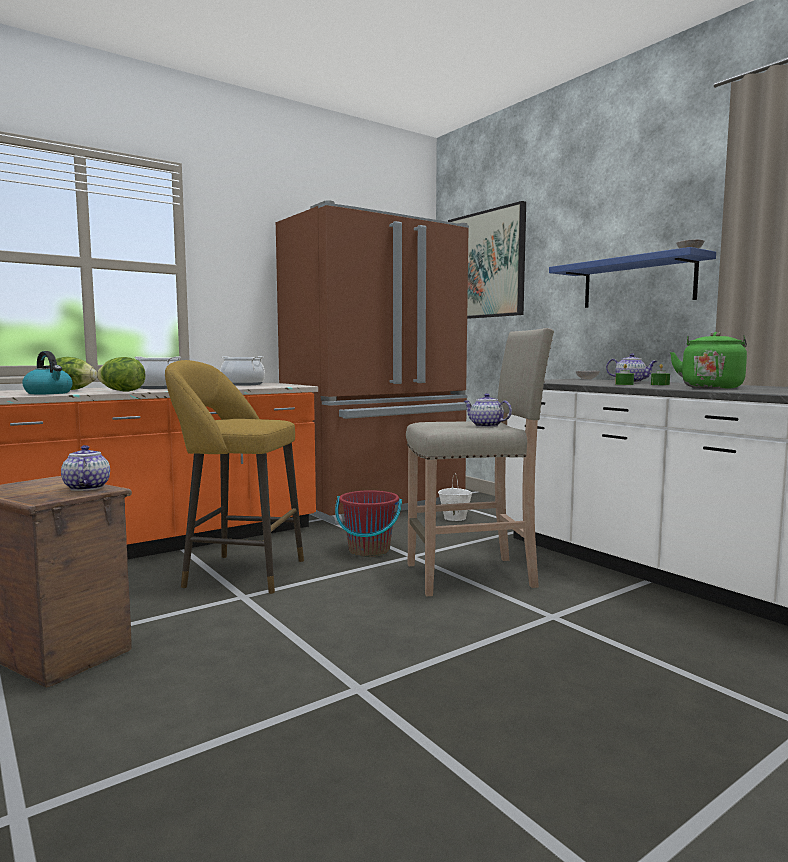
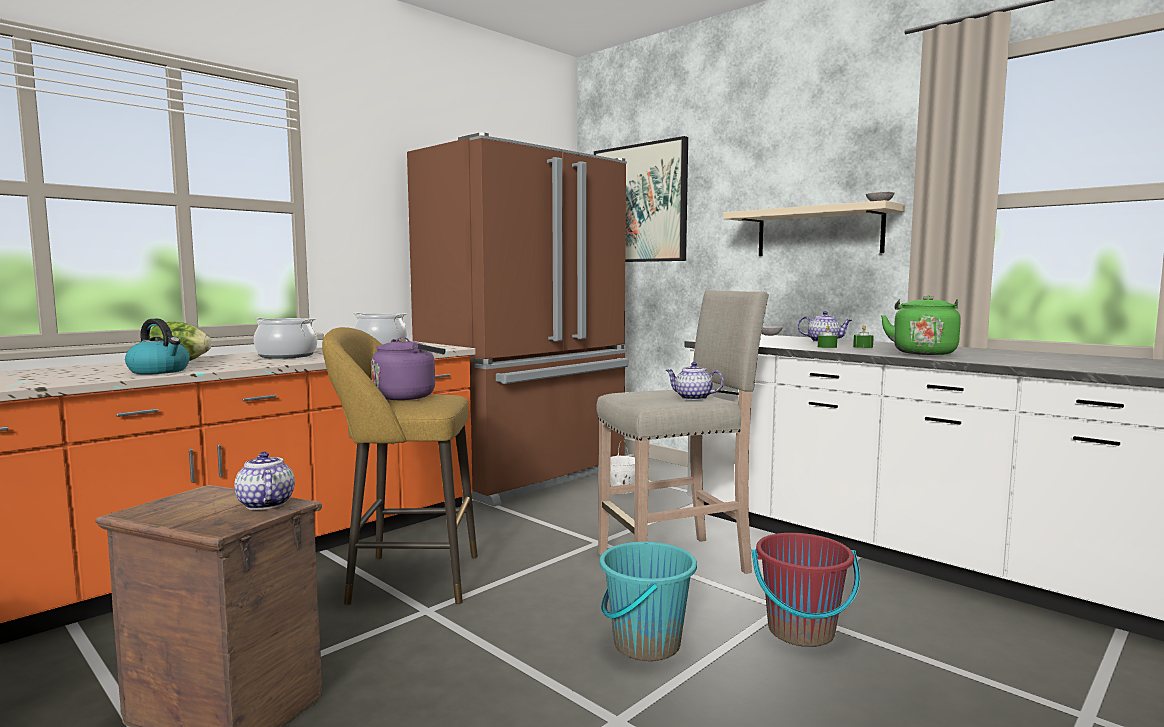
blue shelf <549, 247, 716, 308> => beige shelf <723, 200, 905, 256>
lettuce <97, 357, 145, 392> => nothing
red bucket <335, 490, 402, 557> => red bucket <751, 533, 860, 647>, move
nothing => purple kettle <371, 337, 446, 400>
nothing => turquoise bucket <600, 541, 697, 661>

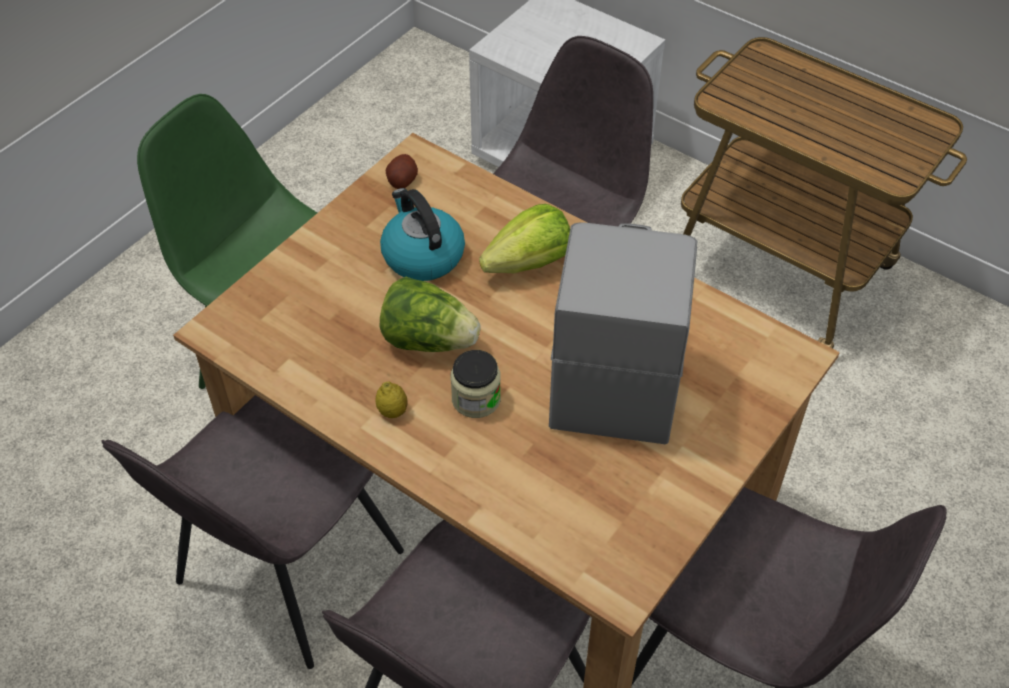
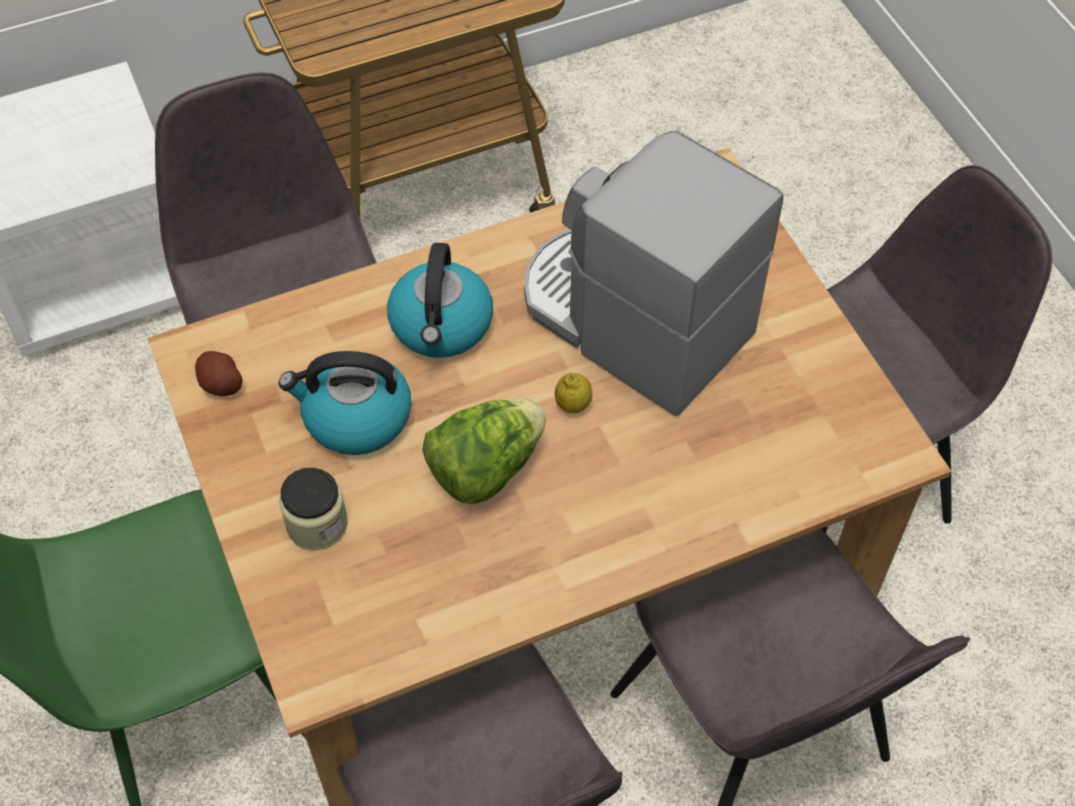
lettuce <479, 204, 570, 273> => kettle <387, 243, 493, 358>
jar <451, 350, 501, 418> => jar <280, 467, 348, 550>, move
lemon <375, 382, 408, 418> => lemon <555, 373, 592, 413>, move

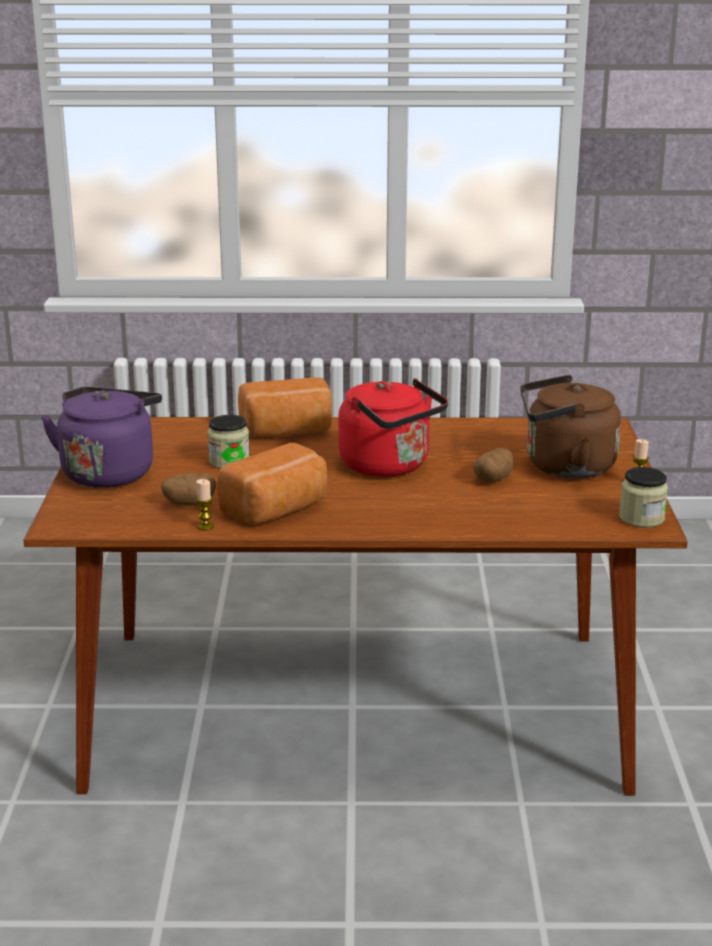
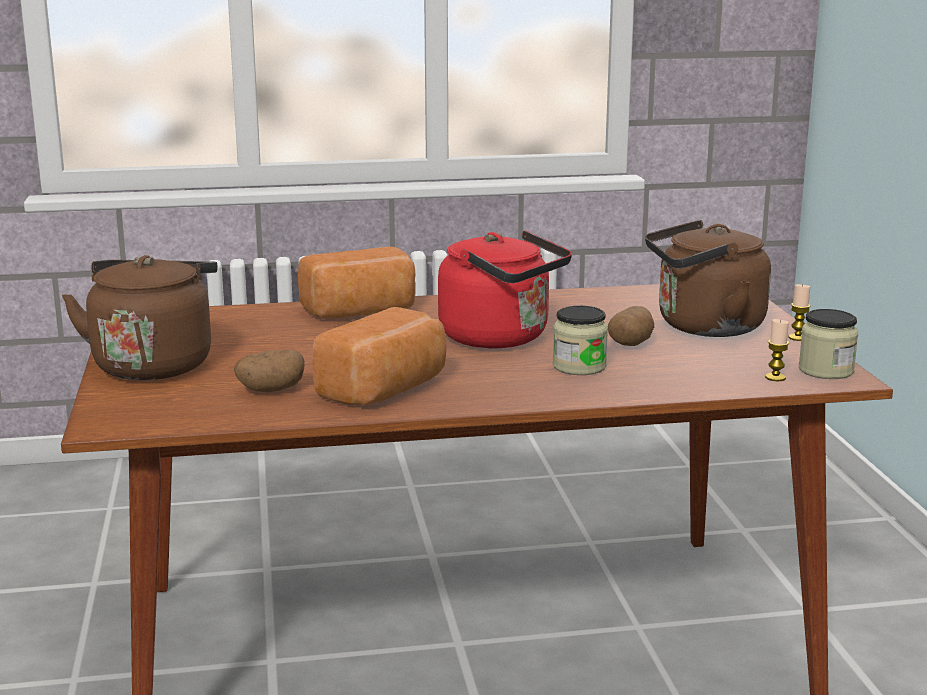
purple kettle <41, 387, 162, 488> => brown kettle <62, 255, 218, 380>
jar <207, 415, 250, 469> => jar <553, 306, 608, 375>, move
candle <196, 479, 214, 530> => candle <765, 319, 789, 381>, move

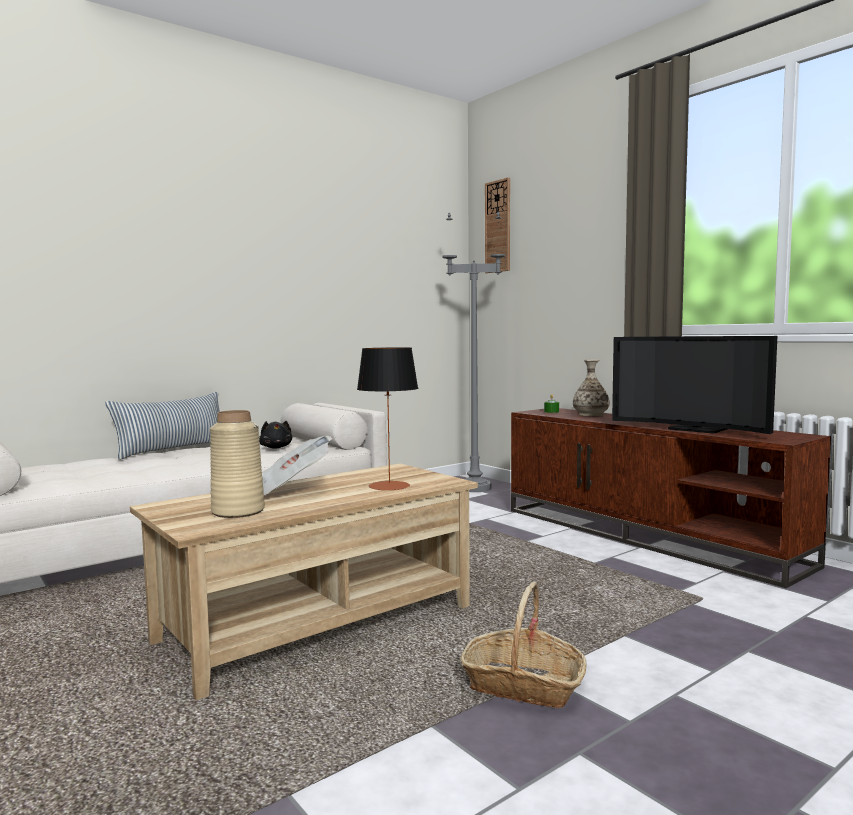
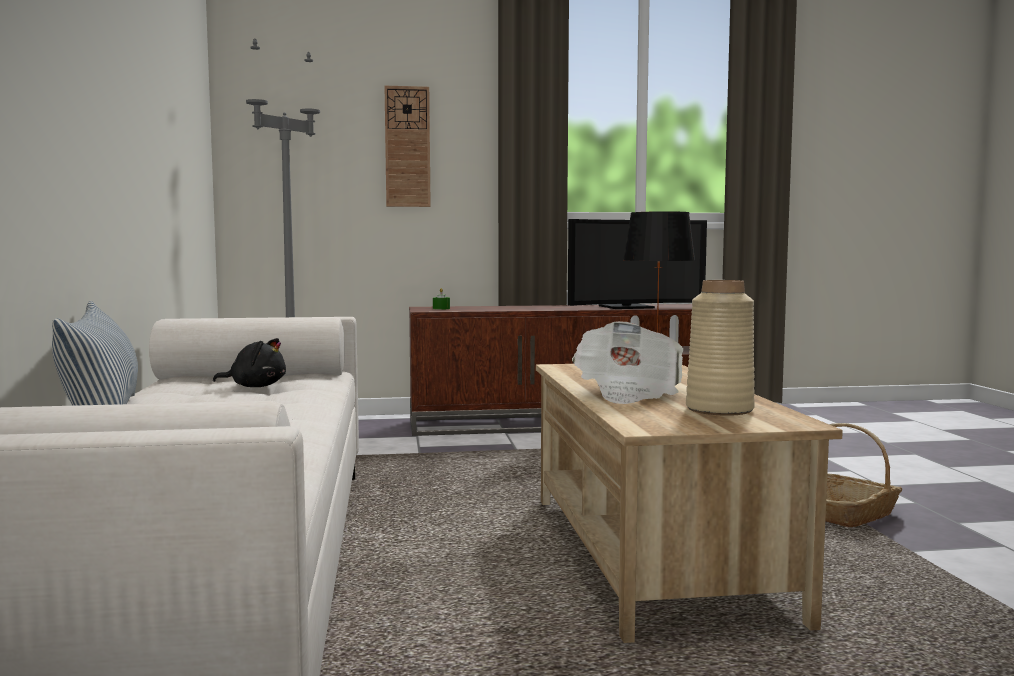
wall clock <485, 177, 510, 273> => wall clock <384, 86, 431, 207>, move
vase <573, 359, 610, 416> => nothing

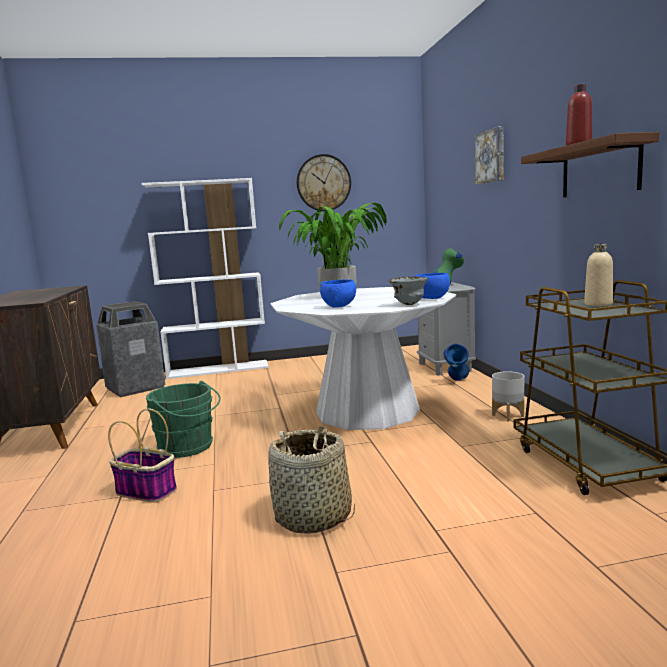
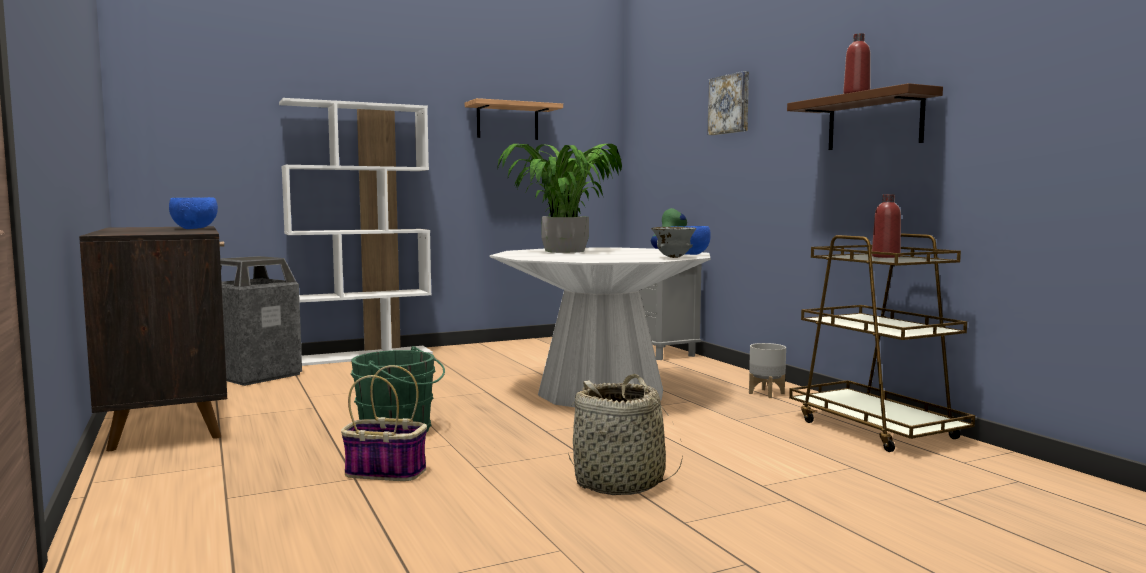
wall clock <297, 154, 351, 211> => shelf <465, 98, 563, 140>
beige bottle <584, 244, 613, 306> => red bottle <872, 194, 901, 258>
blue bowl <320, 279, 356, 308> => blue bowl <169, 197, 218, 229>, move
blue vase <443, 344, 469, 381> => nothing

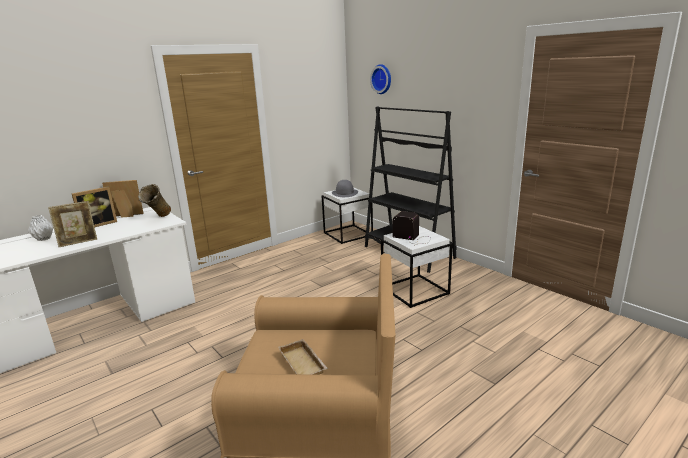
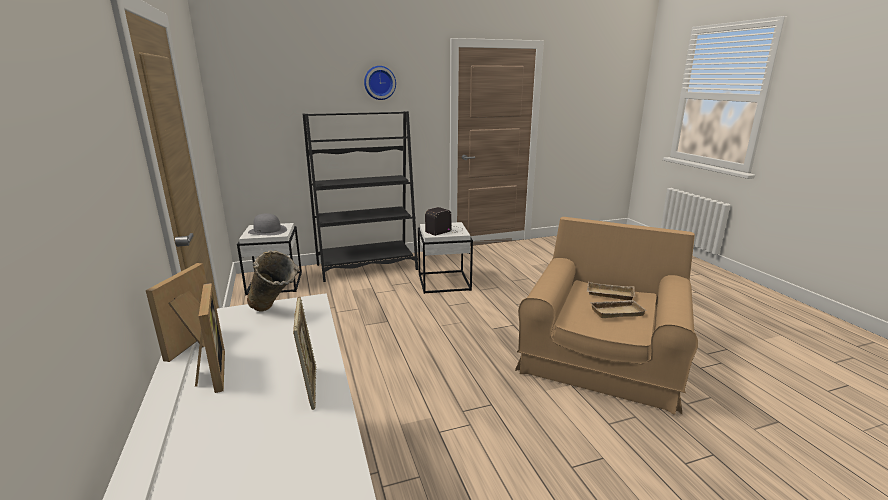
wall clock <370, 64, 391, 94> => wall clock <364, 66, 396, 100>, move
white vase <28, 215, 53, 241> => nothing
nothing => beige tray <587, 282, 635, 300>

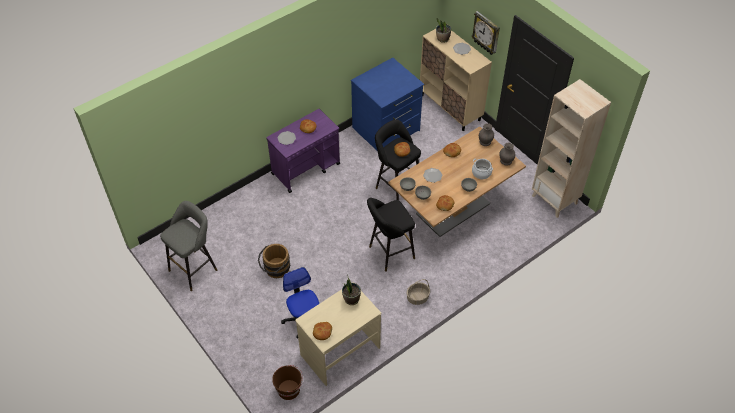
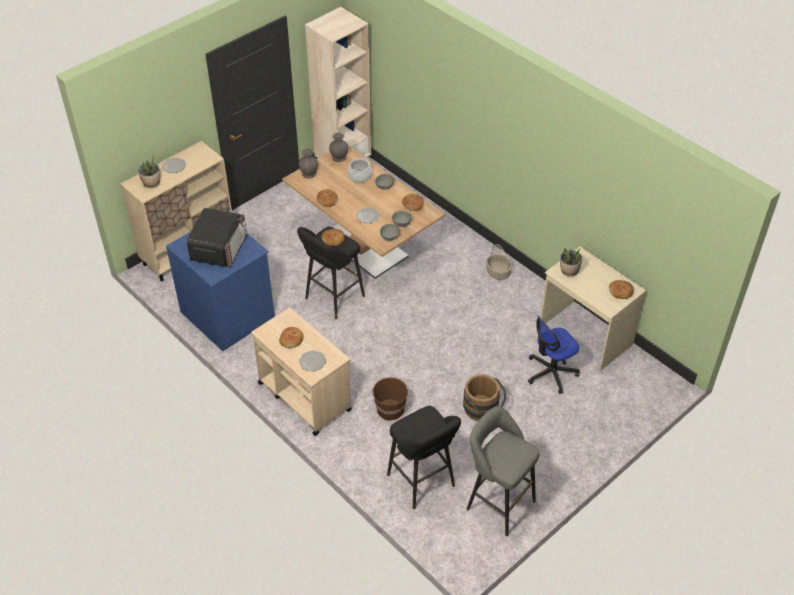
wall clock <471, 11, 500, 55> => nothing
purple cart <266, 109, 340, 193> => beige cart <251, 307, 352, 436>
black stool <367, 198, 415, 272> => black stool <387, 406, 461, 509>, move
brown bucket <272, 365, 303, 400> => brown bucket <372, 377, 408, 421>, move
nothing => microwave <186, 208, 247, 268>

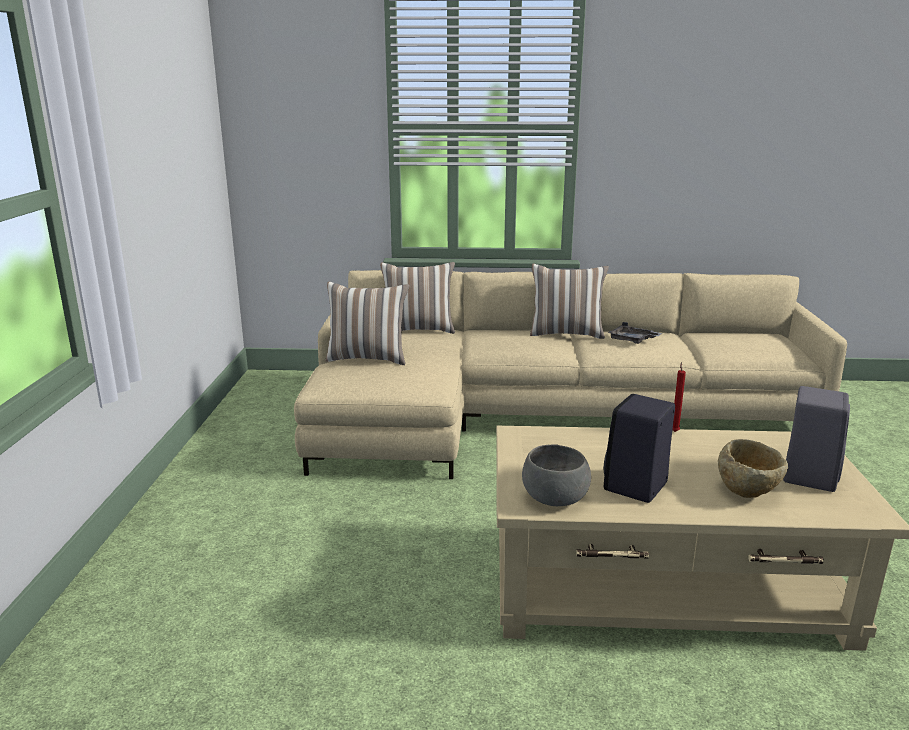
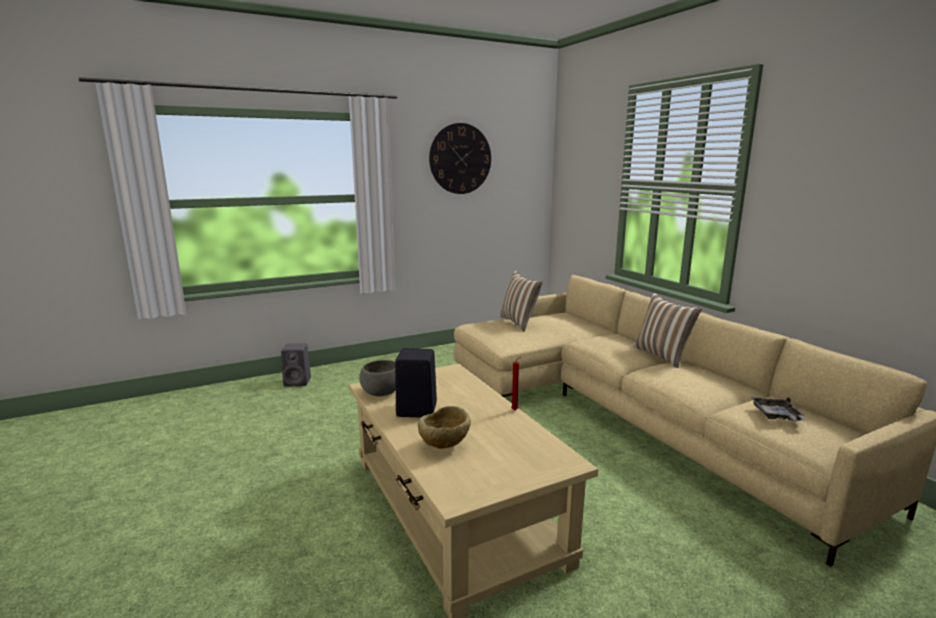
pillow <380, 262, 455, 334> => nothing
grey tray <608, 322, 662, 344> => grey tray <751, 397, 806, 421>, move
grey speaker <783, 386, 850, 492> => grey speaker <281, 343, 311, 387>, move
nothing => wall clock <429, 123, 491, 194>

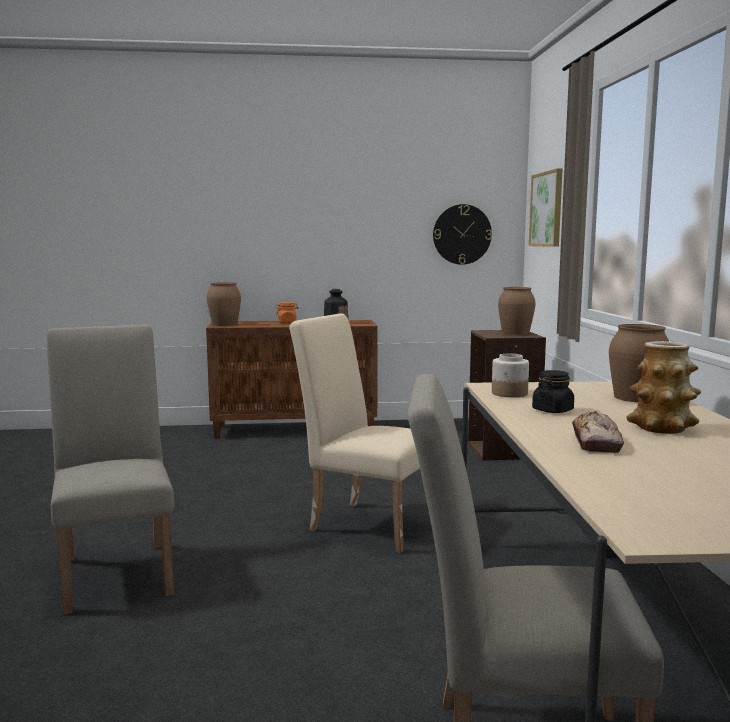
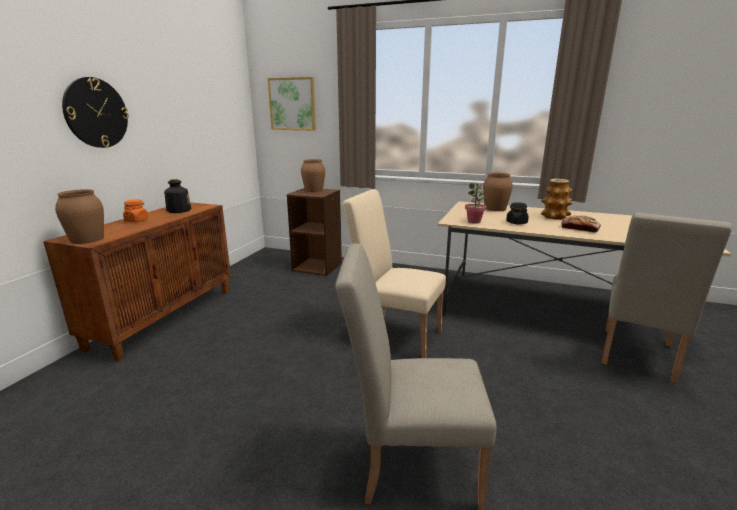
wall clock <433, 204, 492, 265> => wall clock <62, 77, 129, 148>, move
beige chair <289, 313, 420, 554> => beige chair <343, 189, 446, 358>, 60 degrees clockwise
jar <492, 354, 529, 397> => potted plant <465, 183, 486, 224>

